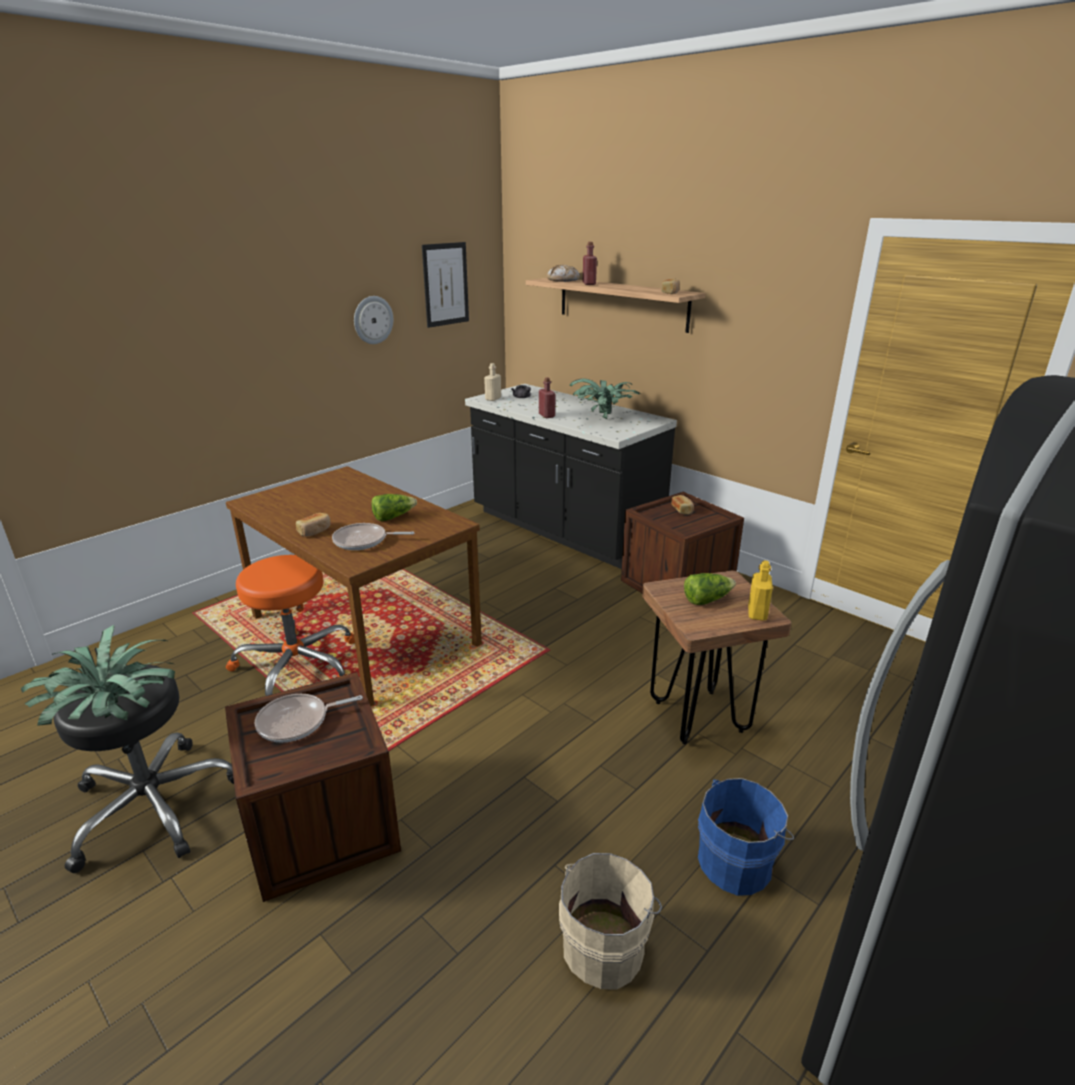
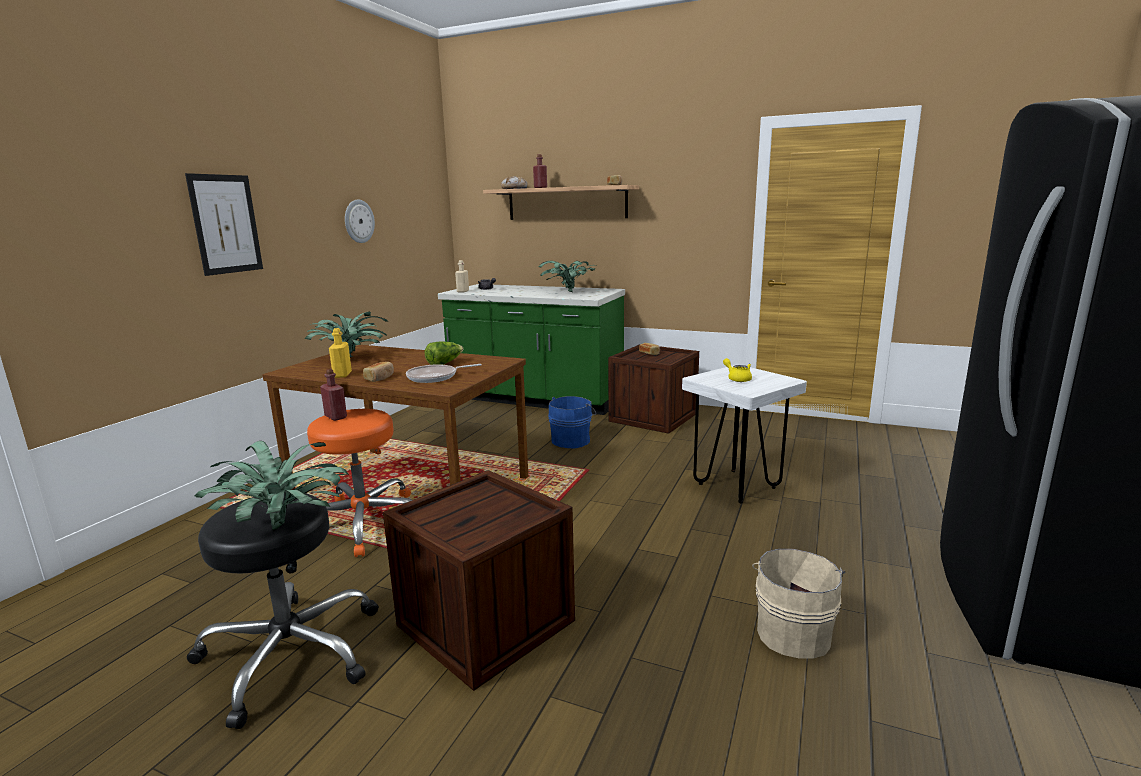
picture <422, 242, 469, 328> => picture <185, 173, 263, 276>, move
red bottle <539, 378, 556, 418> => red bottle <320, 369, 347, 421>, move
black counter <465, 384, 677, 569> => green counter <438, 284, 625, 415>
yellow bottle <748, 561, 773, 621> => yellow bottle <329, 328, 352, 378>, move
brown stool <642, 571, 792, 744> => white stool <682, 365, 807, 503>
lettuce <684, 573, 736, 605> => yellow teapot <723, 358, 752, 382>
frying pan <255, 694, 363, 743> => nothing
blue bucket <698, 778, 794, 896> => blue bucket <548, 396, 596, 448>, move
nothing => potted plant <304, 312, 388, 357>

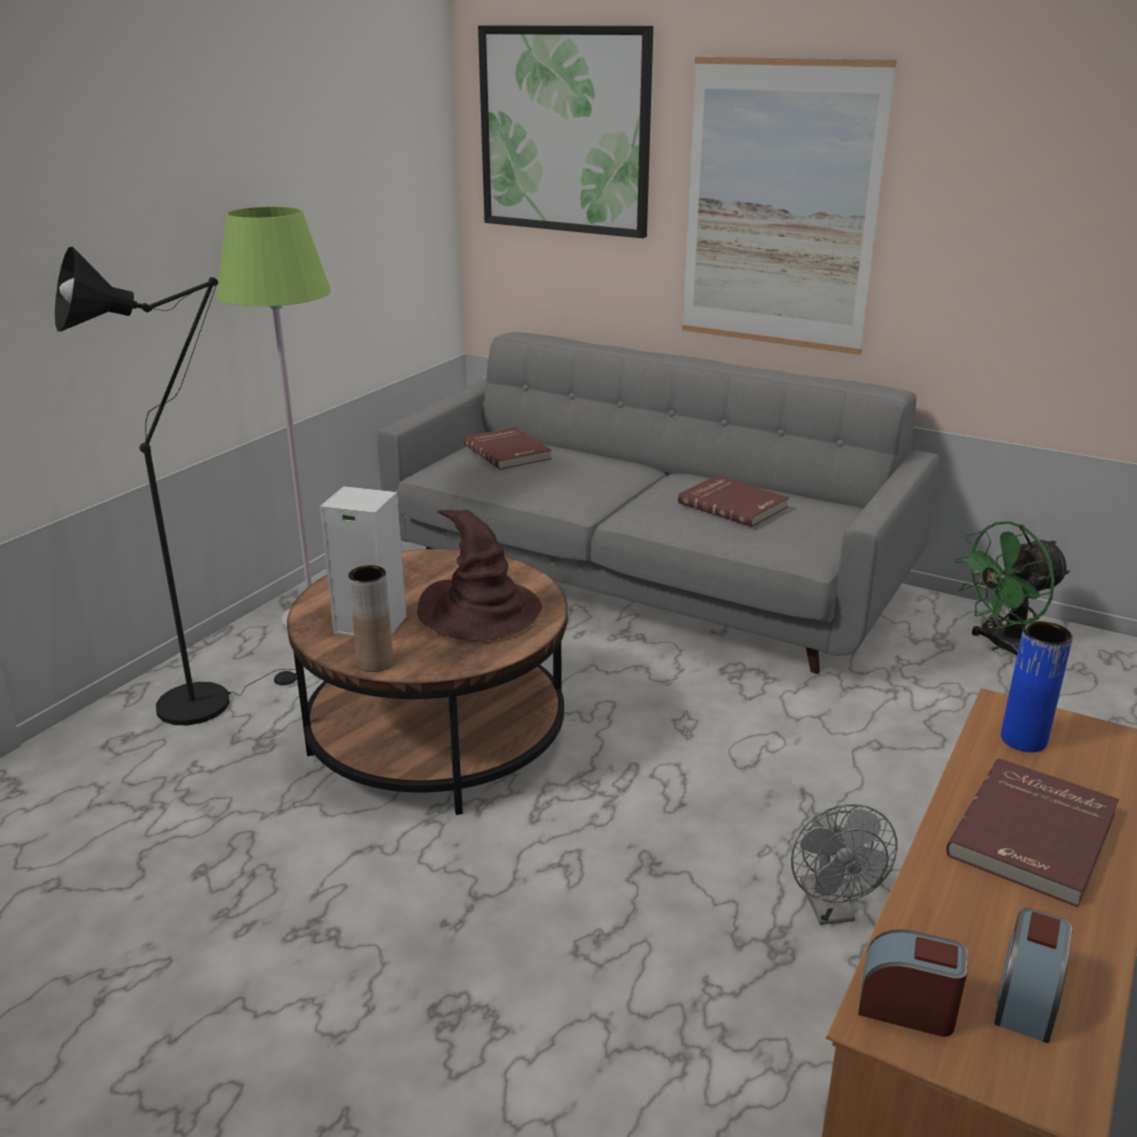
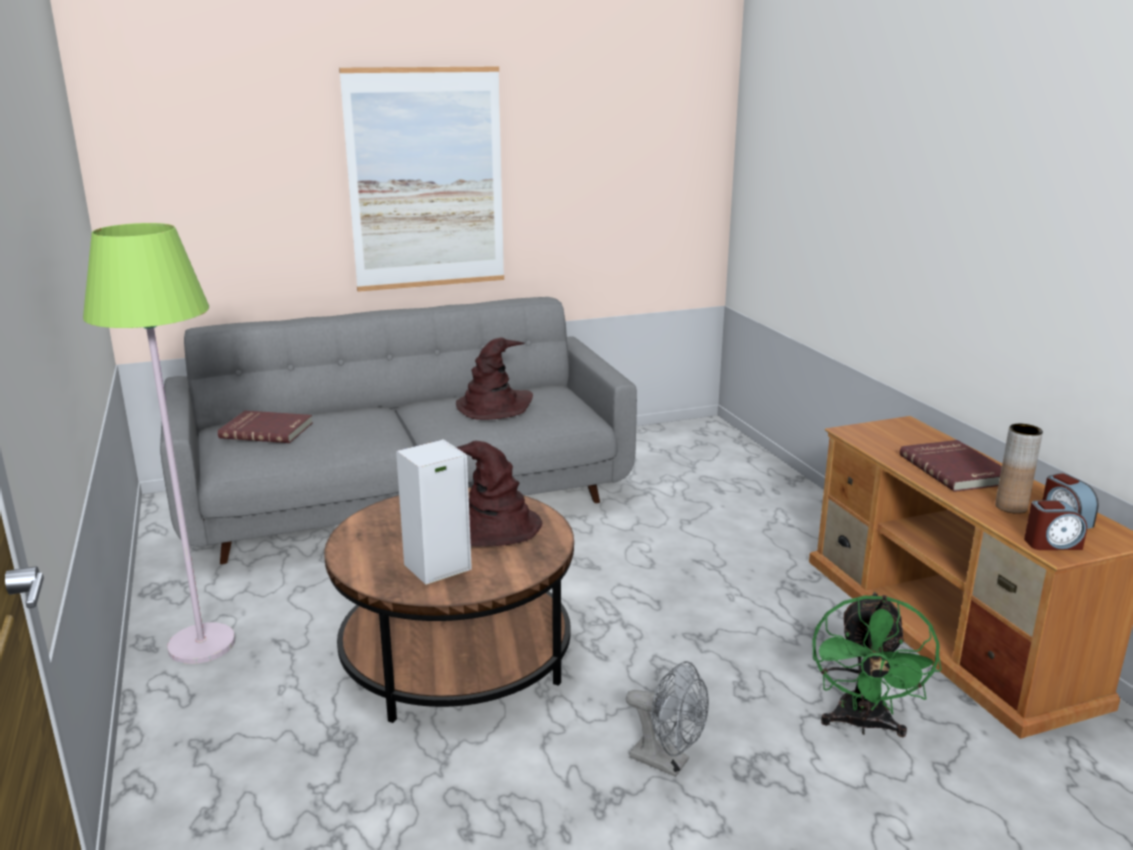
picture <478, 25, 653, 238> => nothing
black floor lamp <55, 246, 297, 725> => nothing
red book <678, 476, 789, 527> => brown hat <456, 337, 533, 420>
green fan <955, 521, 1070, 656> => green fan <812, 592, 942, 737>, move
brown vase <348, 565, 393, 672> => brown vase <995, 424, 1043, 514>, move
blue vase <1001, 621, 1073, 752> => nothing
grey fan <791, 804, 898, 925> => grey fan <626, 661, 709, 777>, move
alarm clock <858, 929, 968, 1037> => alarm clock <1024, 500, 1087, 550>, 150 degrees counterclockwise

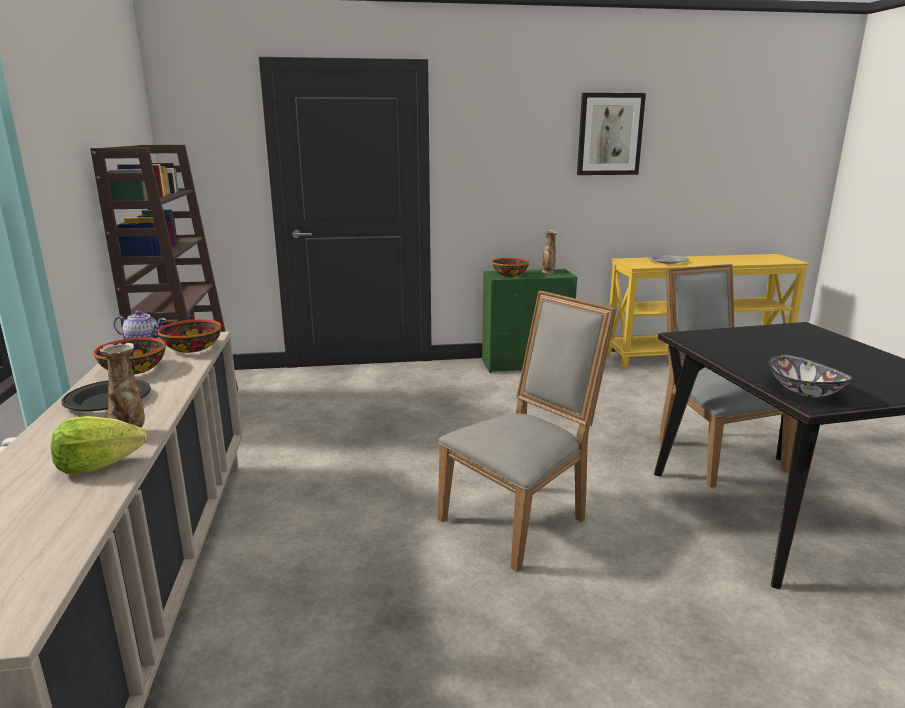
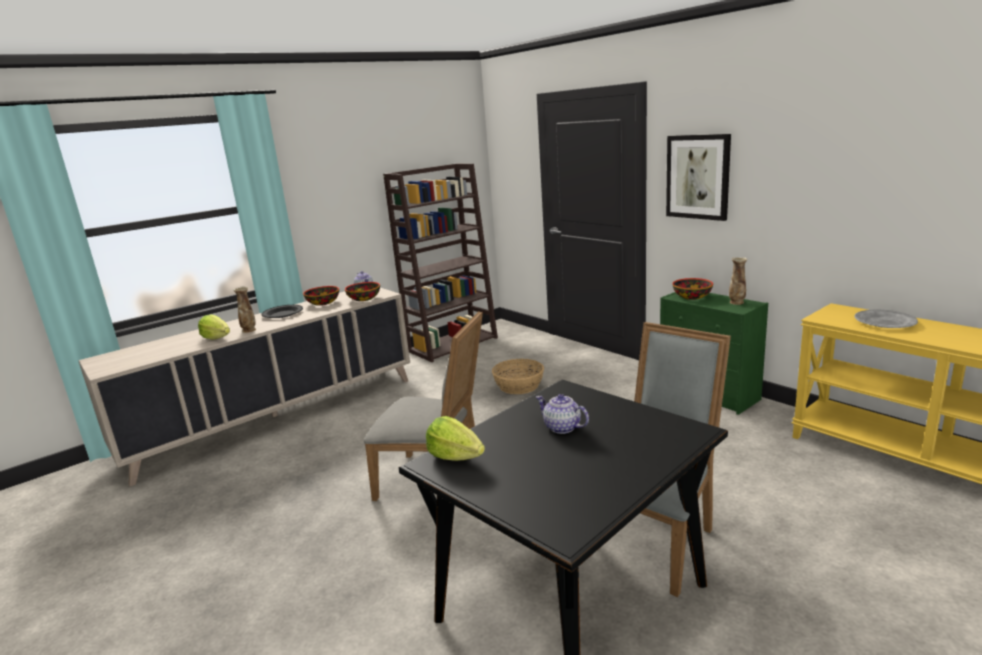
picture <577, 93, 646, 175> => picture <666, 134, 731, 221>, move
bowl <769, 354, 854, 397> => lettuce <426, 416, 485, 461>
nothing => basket <492, 359, 544, 394>
nothing => teapot <536, 394, 589, 434>

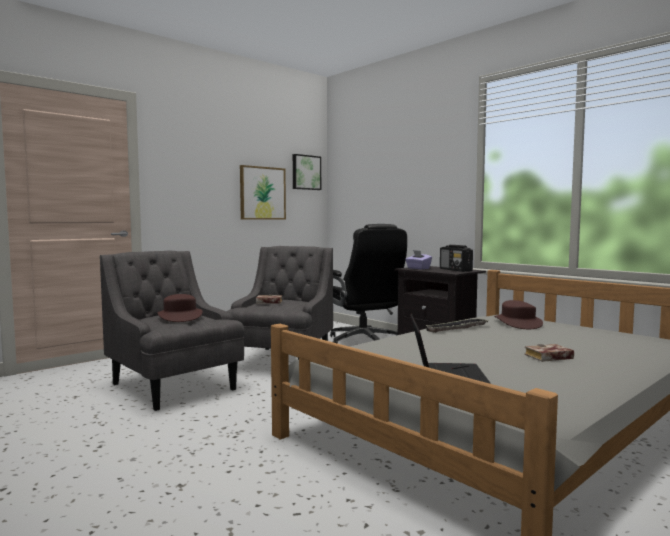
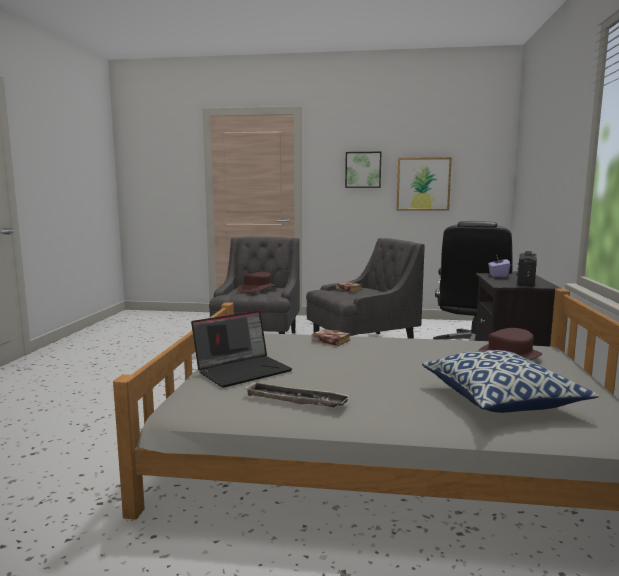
picture <293, 154, 321, 190> => picture <345, 152, 381, 188>, move
tray <425, 319, 489, 333> => tray <244, 381, 350, 407>, move
book <524, 344, 574, 362> => book <312, 329, 350, 346>, move
nothing => pillow <422, 350, 599, 413>

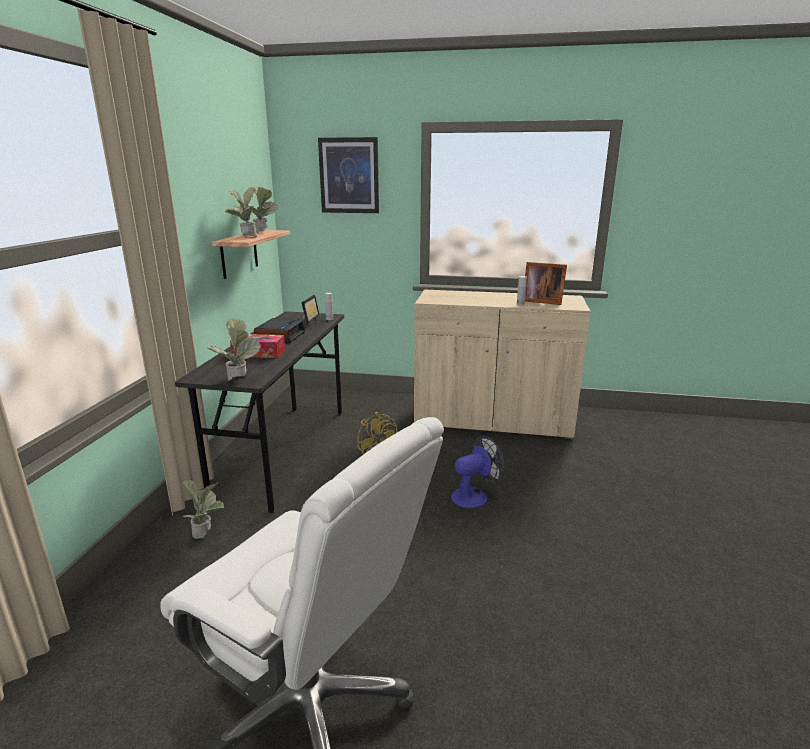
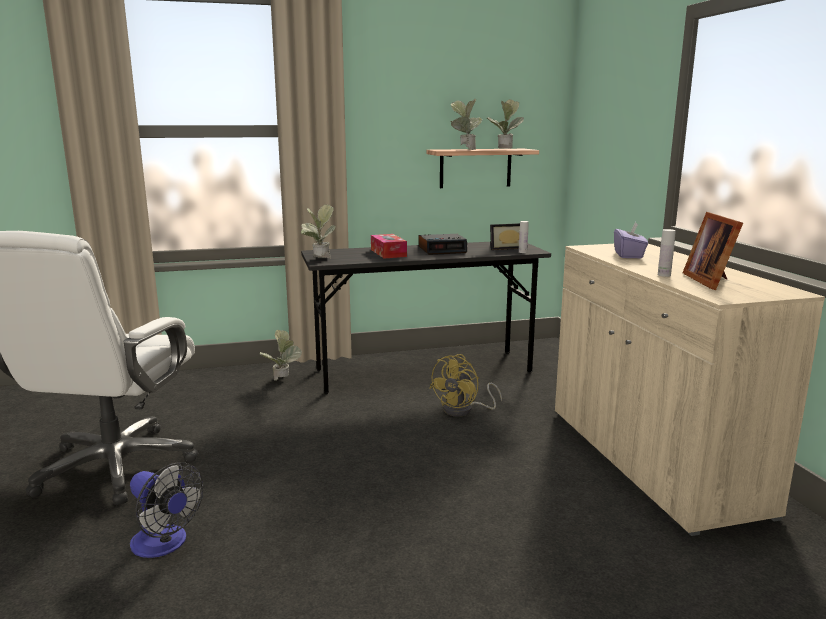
picture <318, 137, 379, 213> => nothing
fan <451, 435, 504, 508> => fan <130, 462, 203, 558>, move
nothing => purple tissue box <614, 222, 648, 258>

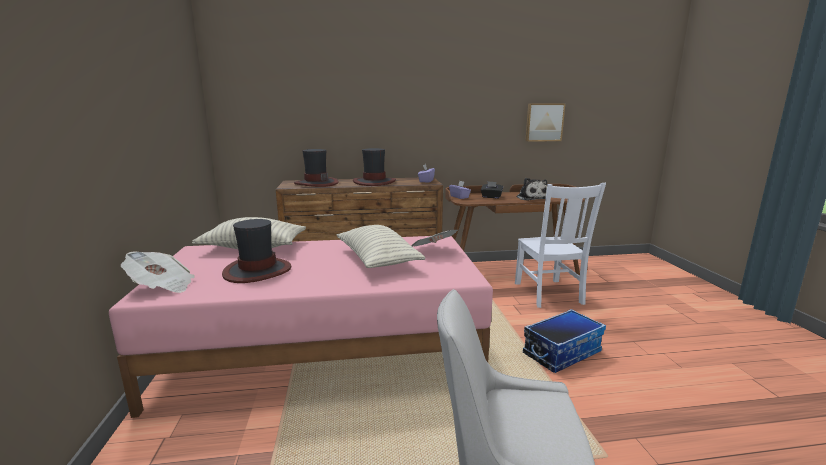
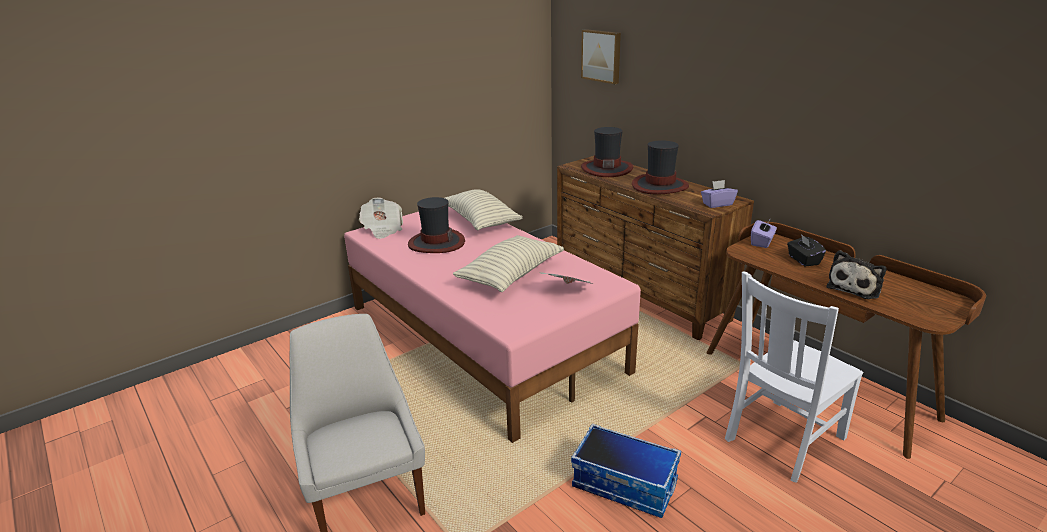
picture <525, 103, 565, 142> => picture <581, 29, 621, 84>, move

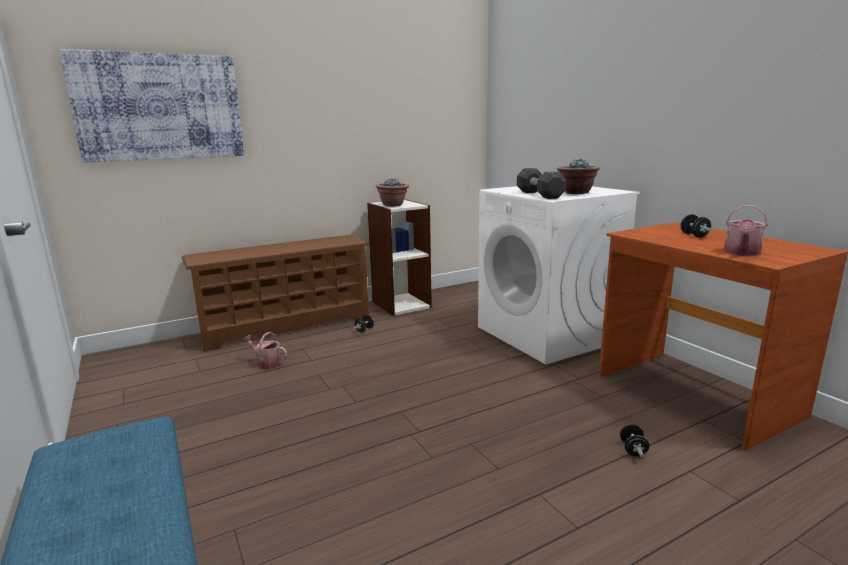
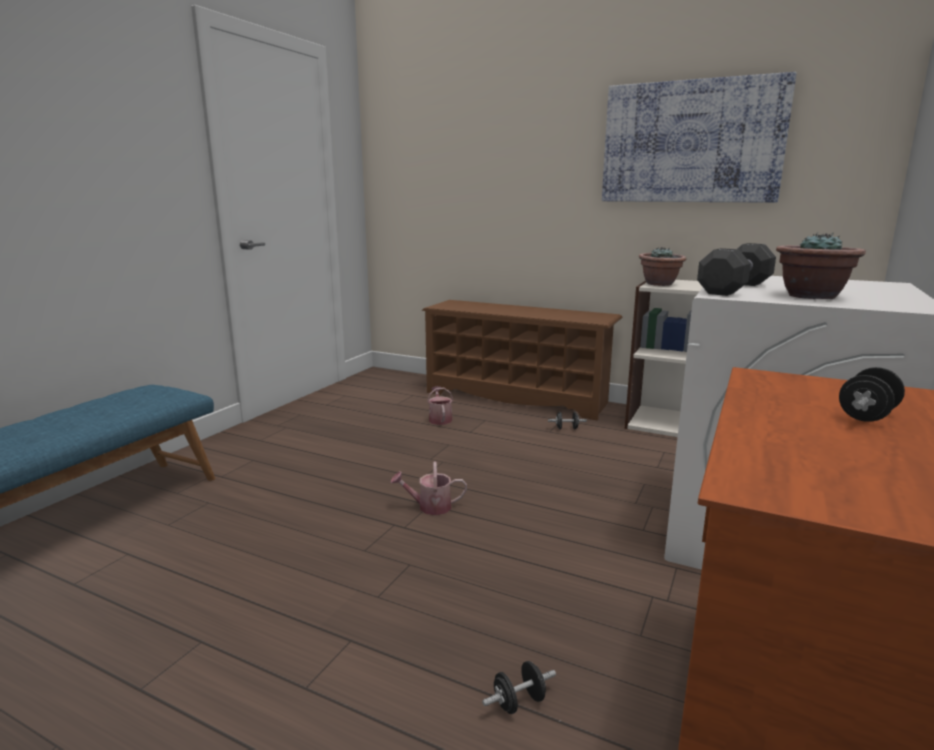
picture <59, 49, 244, 163> => picture <602, 72, 797, 203>, move
watering can <723, 205, 768, 256> => watering can <390, 461, 467, 515>, move

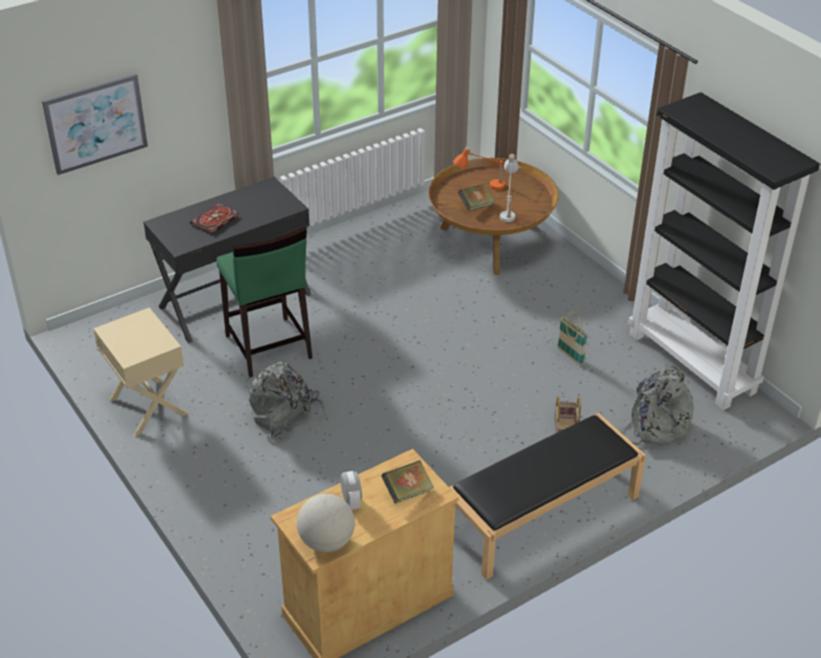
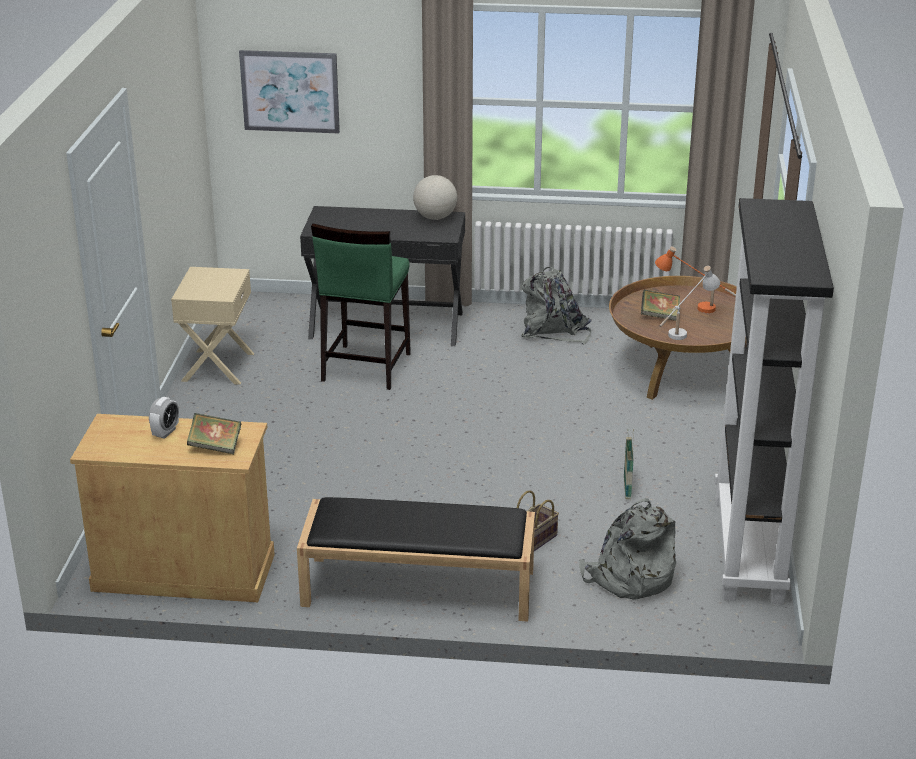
book <190, 203, 239, 234> => nothing
grey backpack <249, 361, 330, 439> => grey backpack <521, 267, 592, 345>, move
globe <297, 494, 355, 552> => globe <413, 175, 457, 220>, move

